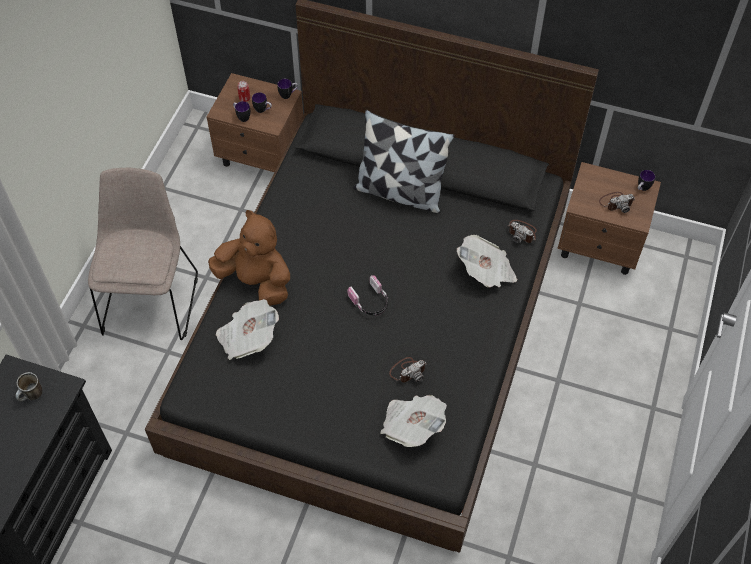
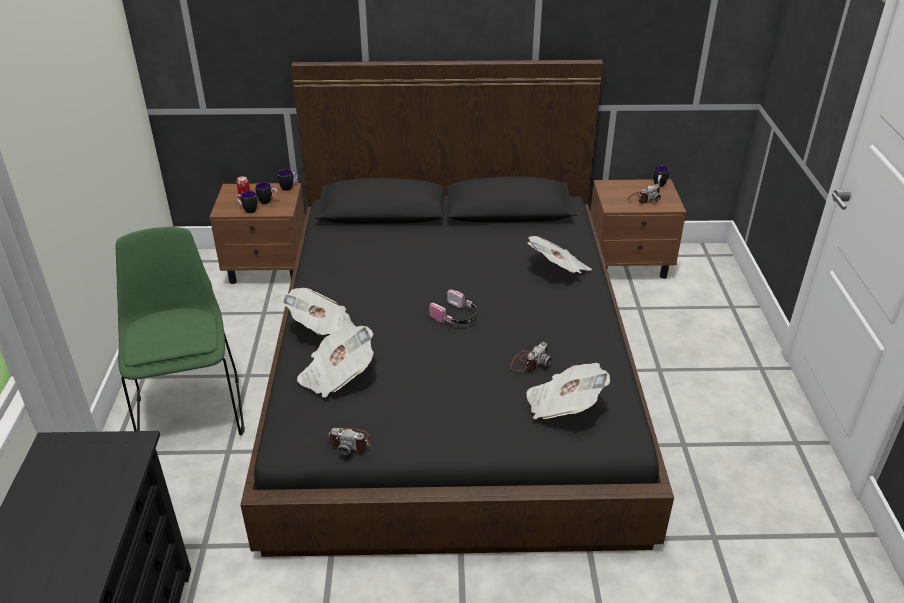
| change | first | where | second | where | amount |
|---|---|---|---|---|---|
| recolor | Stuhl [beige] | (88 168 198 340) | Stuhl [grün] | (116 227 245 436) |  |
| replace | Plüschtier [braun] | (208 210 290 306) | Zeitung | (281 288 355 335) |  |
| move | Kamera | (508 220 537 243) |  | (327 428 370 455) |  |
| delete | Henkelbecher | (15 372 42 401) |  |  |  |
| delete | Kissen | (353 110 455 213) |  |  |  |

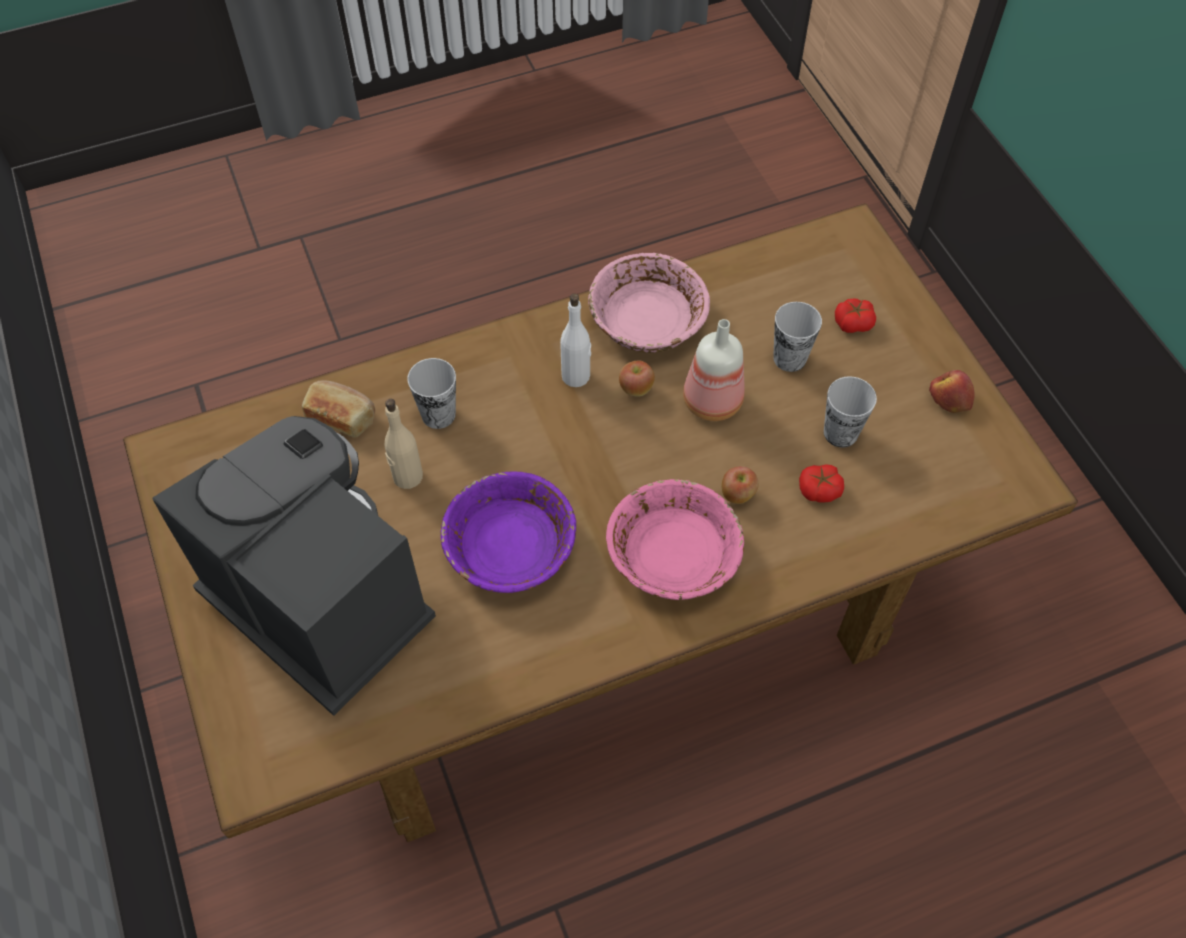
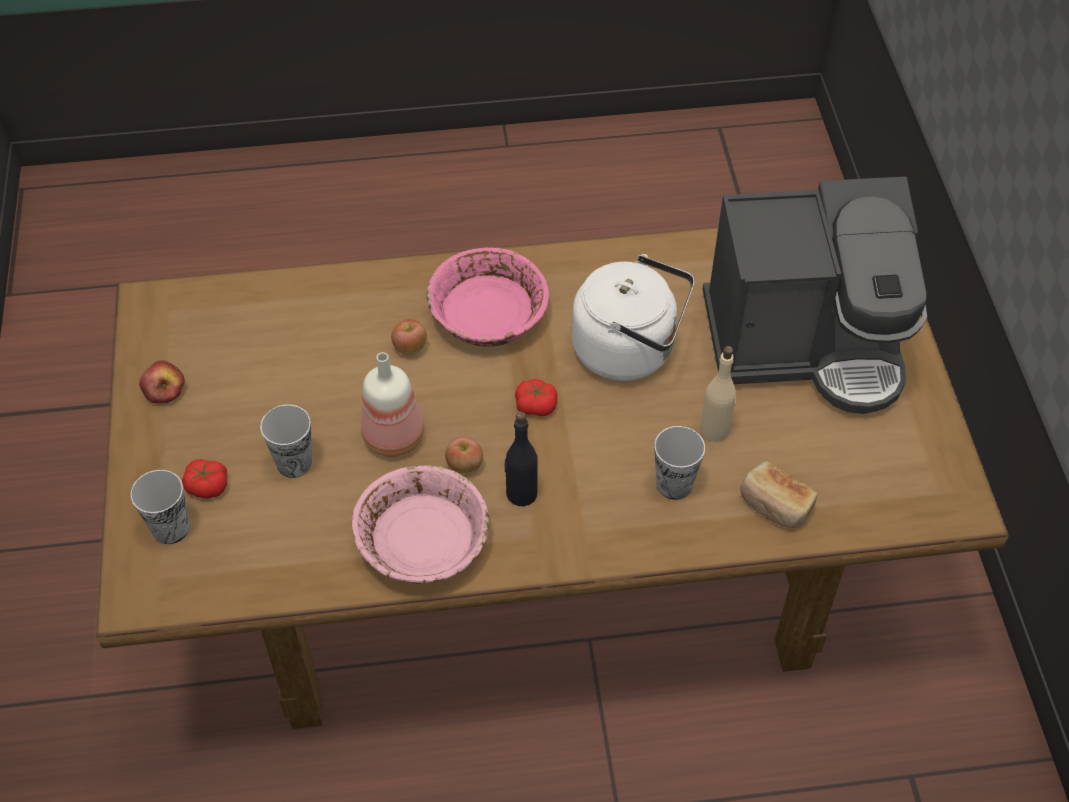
| change | first | where | second | where | amount |
|---|---|---|---|---|---|
| move | Tasse | (824 376 877 448) |  | (130 470 189 544) |  |
| recolor | Flasche [weiß] | (560 293 591 387) | Flasche [schwarz] | (505 412 538 506) |  |
| move | Tomate | (799 464 844 503) |  | (515 379 558 416) |  |
| replace | Schüssel [lila] | (441 471 576 593) | Wasserkessel [weiß] | (572 254 694 381) |  |
| rotate | Kaffeemaschine | (153 416 436 716) |  | (703 176 927 414) | 60 degrees counterclockwise |

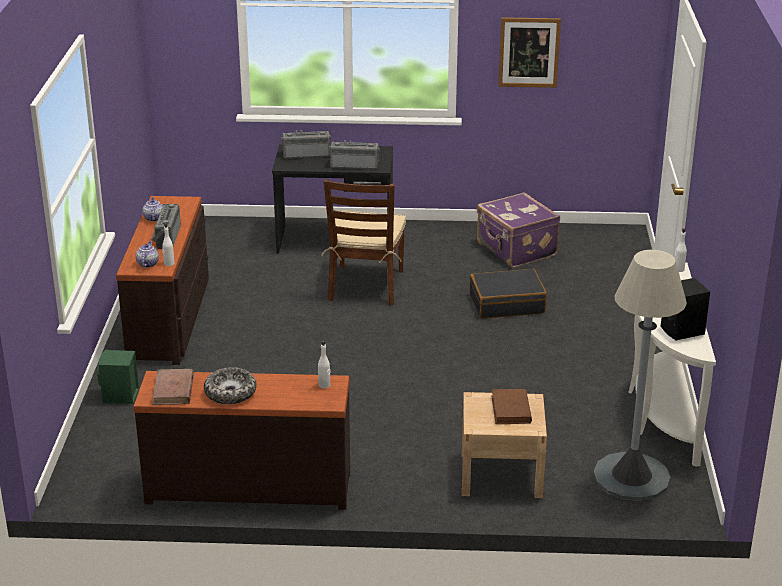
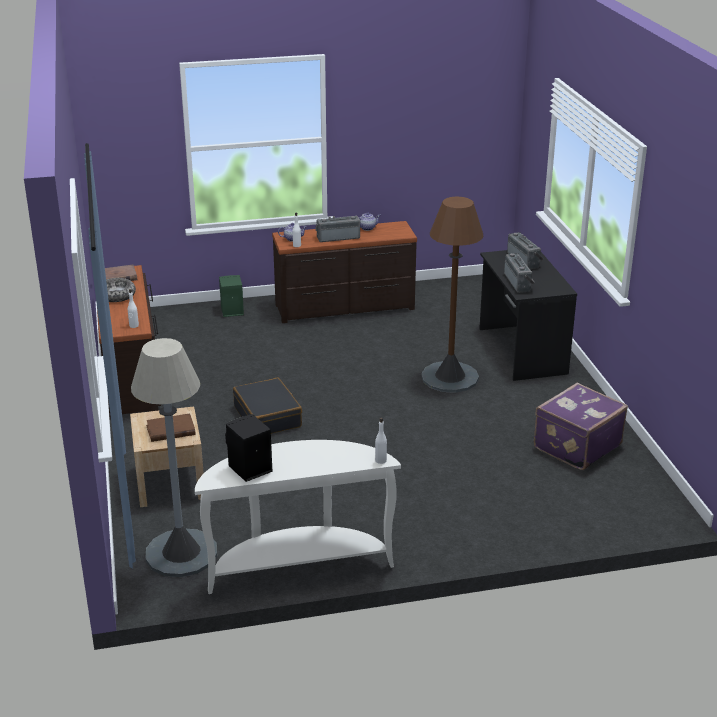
| change | first | where | second | where | amount |
|---|---|---|---|---|---|
| move | Koffer [schwarz] | (470 269 547 319) |  | (233 378 302 434) |  |
| replace | Stuhl [braun] | (321 179 406 305) | Stehlampe [braun] | (421 197 484 393) |  |
| delete | Bild | (498 17 561 88) |  |  |  |

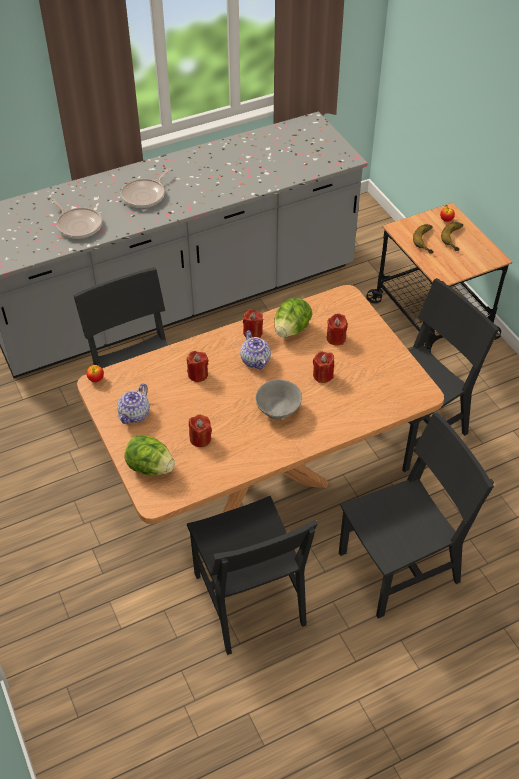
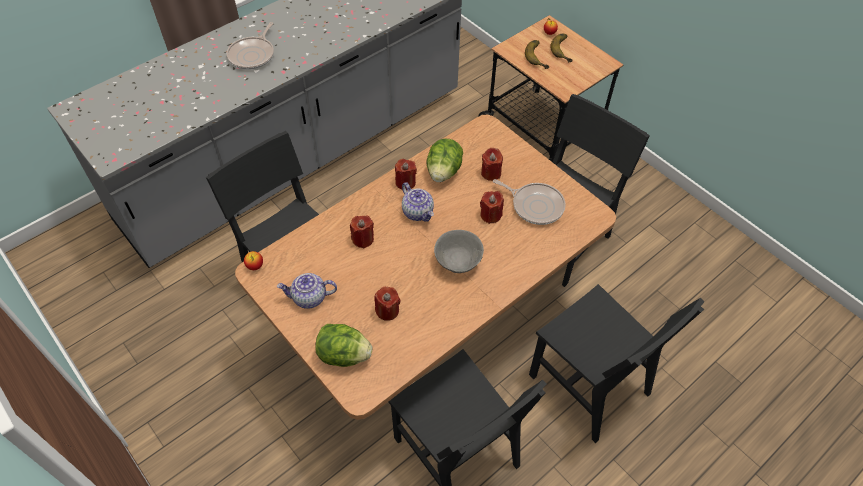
| change | first | where | second | where | amount |
|---|---|---|---|---|---|
| rotate | Teekanne | (117 383 150 424) |  | (277 273 337 309) | 75 degrees clockwise |
| move | Pfanne | (51 199 102 239) |  | (493 179 566 225) |  |
| rotate | Stuhl [schwarz] | (339 412 494 619) |  | (529 284 705 443) | 90 degrees clockwise |

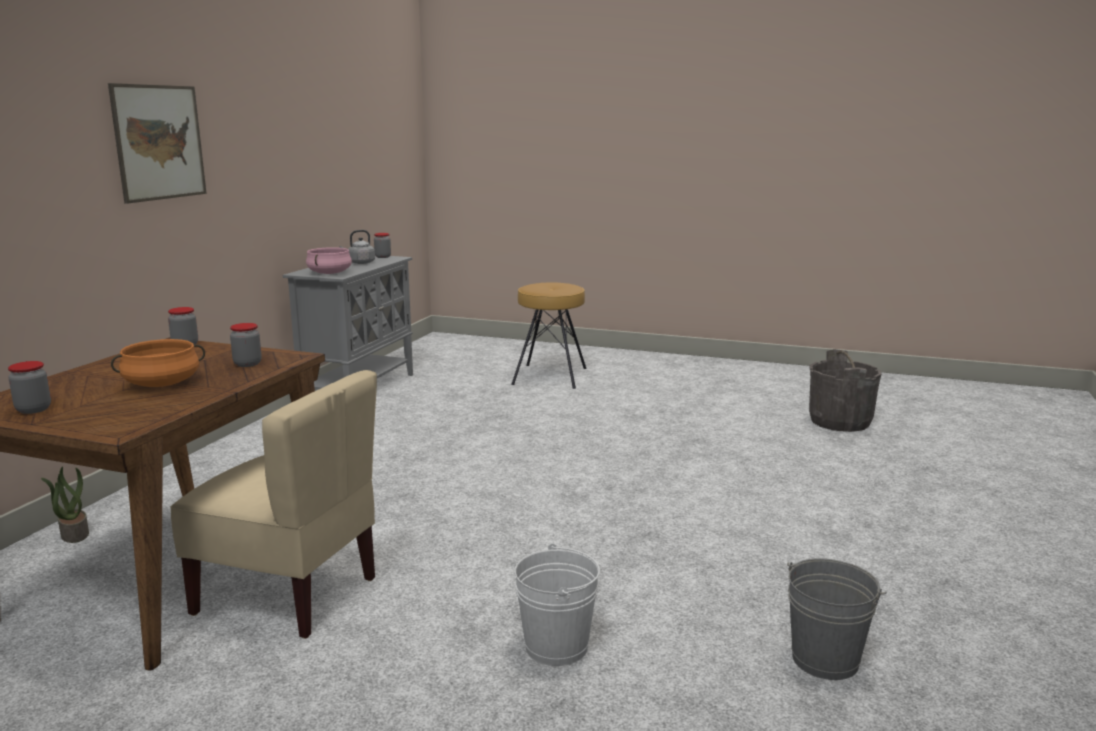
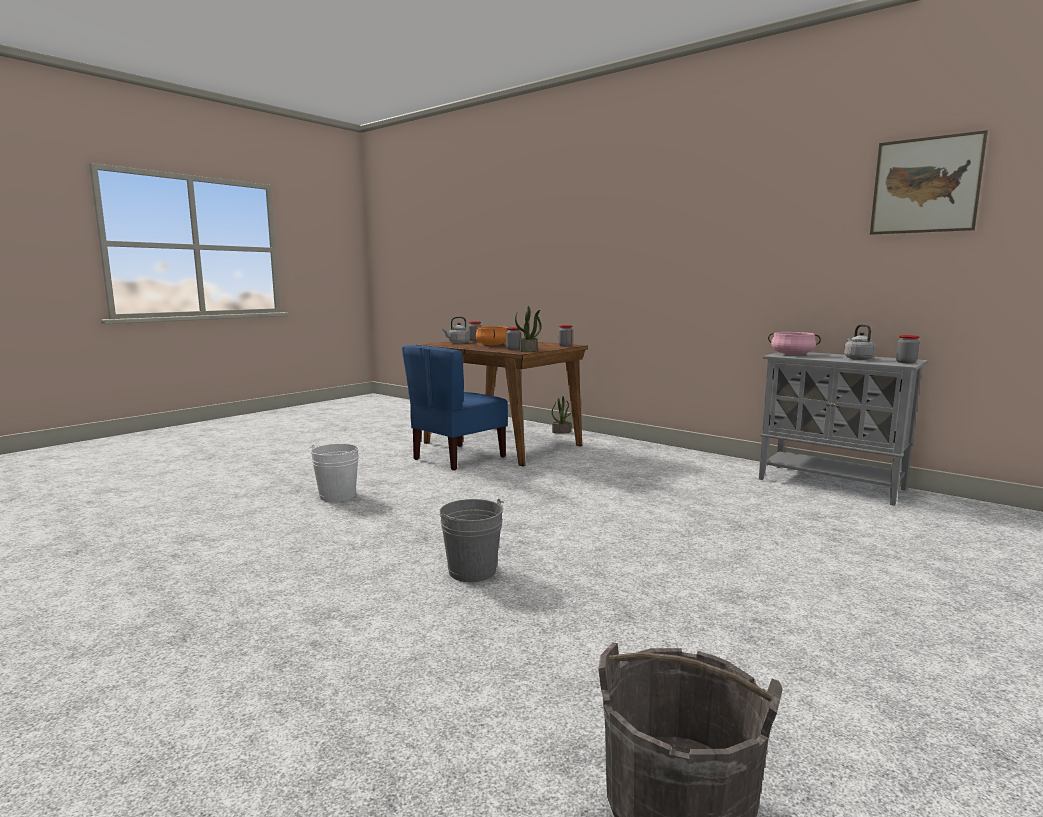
| change | first | where | second | where | amount |
|---|---|---|---|---|---|
| recolor | Stuhl [beige] | (170 370 377 639) | Stuhl [blau] | (402 345 508 471) |  |
| move | Eimer [grau] | (787 558 887 680) |  | (440 499 504 582) |  |
| insert |  |  | Wasserkessel [grau] | (442 316 470 344) |  |
| insert |  |  | Topfpflanze | (515 306 542 352) |  |
| move | Bild | (108 83 207 204) |  | (870 130 988 235) |  |
| delete | Hocker [braun] | (511 282 587 389) |  |  |  |

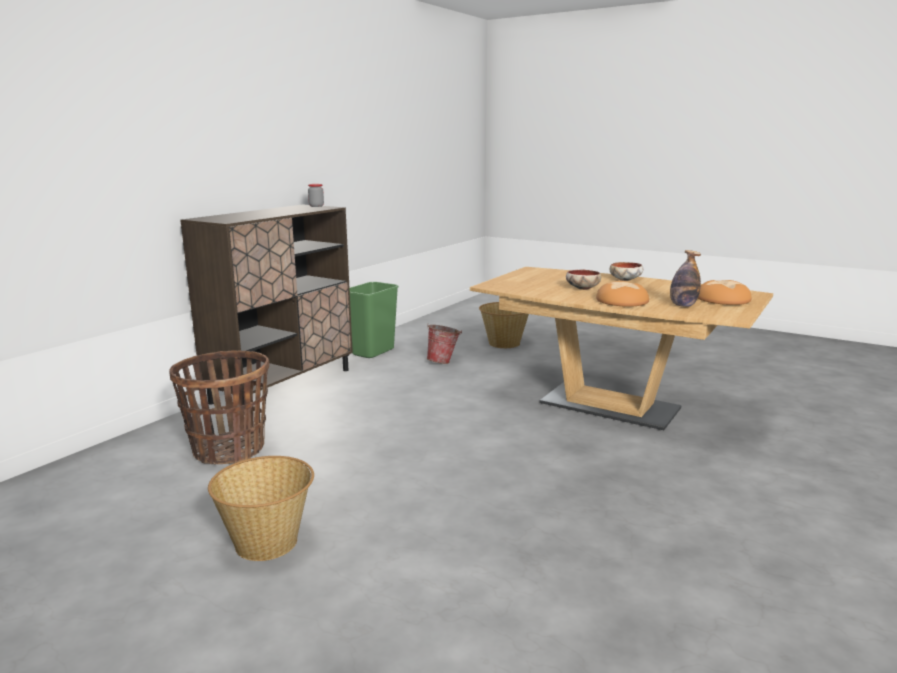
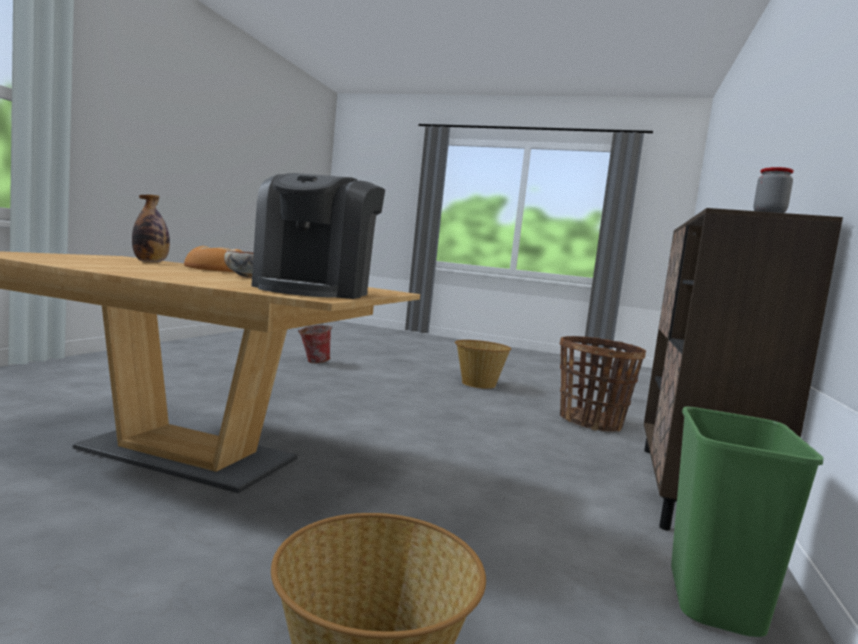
| change | first | where | second | where | amount |
|---|---|---|---|---|---|
| insert |  |  | Kaffeemaschine | (252 173 385 299) |  |
| move | Eimer | (427 324 462 364) |  | (298 325 332 363) |  |
| delete | Schüssel | (610 262 643 281) |  |  |  |
| delete | Brot | (698 280 752 305) |  |  |  |

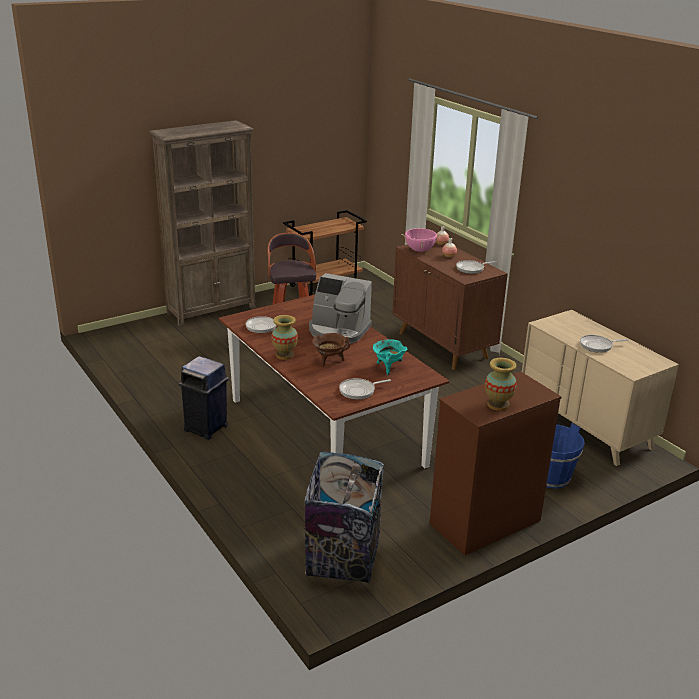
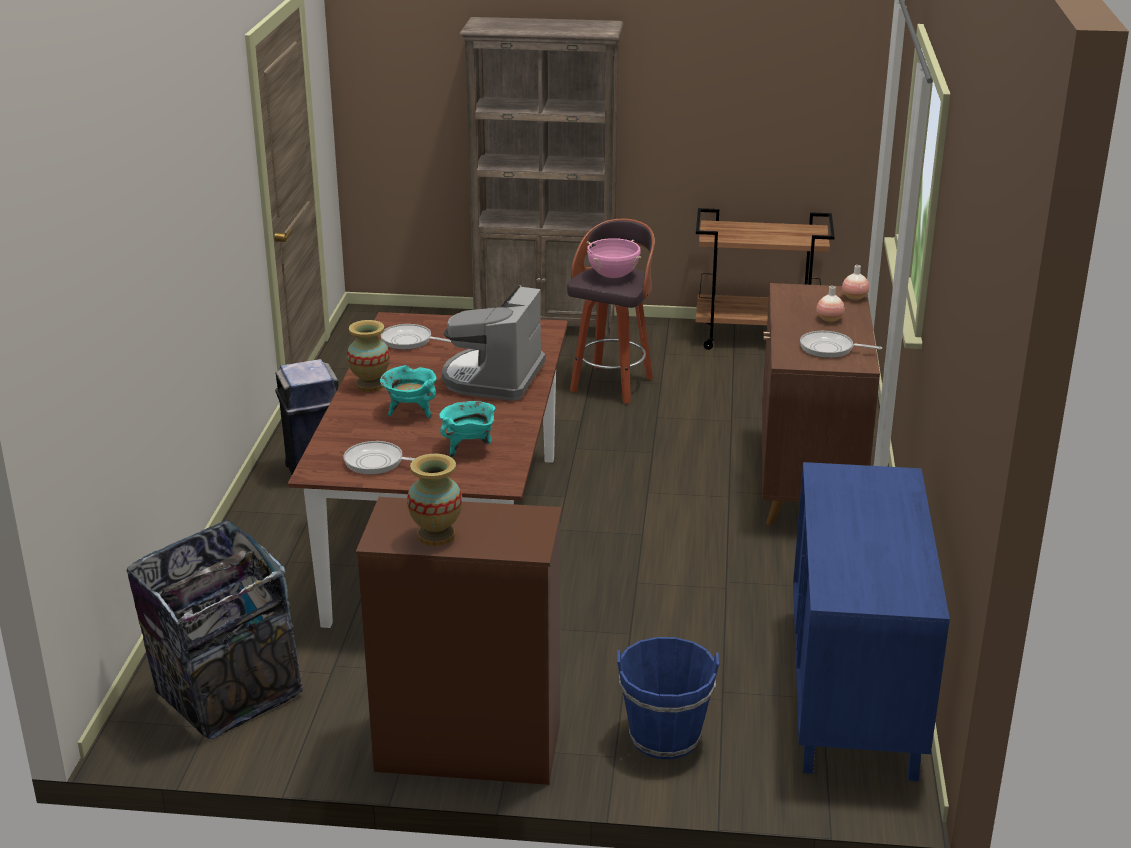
| change | first | where | second | where | amount |
|---|---|---|---|---|---|
| recolor | Kochtopf [braun] | (312 333 350 367) | Kochtopf [türkis] | (380 365 437 418) |  |
| rotate | Kaffeemaschine | (309 273 372 344) |  | (442 285 545 401) | 45 degrees clockwise |
| move | Kochtopf [rosa] | (401 228 441 252) |  | (587 238 641 278) |  |
| recolor | Kommode [beige] | (522 310 679 466) | Kommode [blau] | (793 462 950 781) |  |
| delete | Pfanne | (580 335 628 353) |  |  |  |

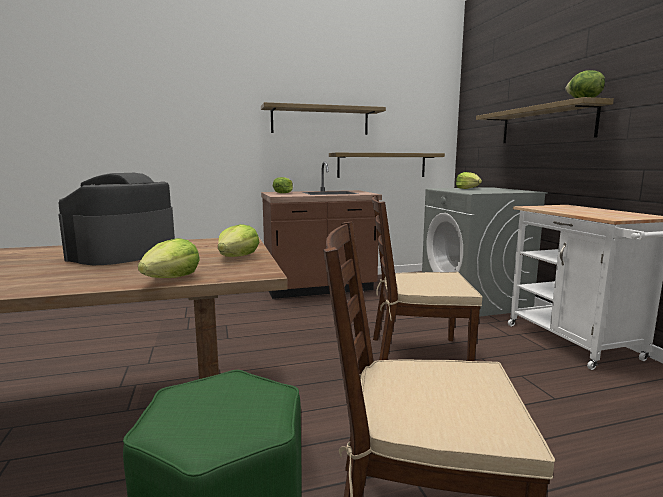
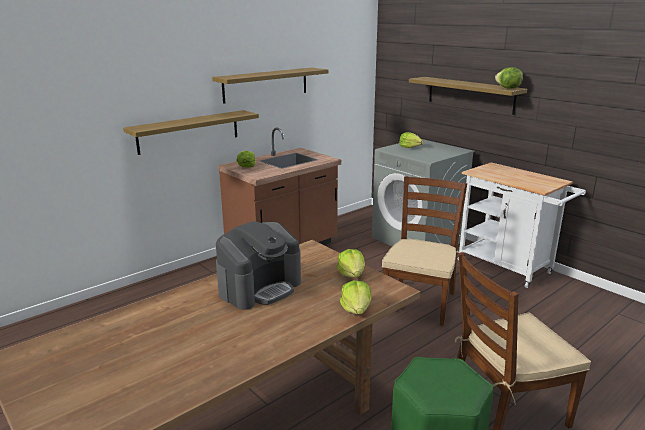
| change | first | where | second | where | amount |
|---|---|---|---|---|---|
| move | Wandregal | (329 153 445 178) |  | (123 110 259 155) |  |
| rotate | Kaffeemaschine | (58 173 175 265) |  | (216 221 301 310) | 135 degrees counterclockwise |
| rotate | Stuhl [braun] | (372 195 483 361) |  | (382 176 467 326) | 135 degrees clockwise |

